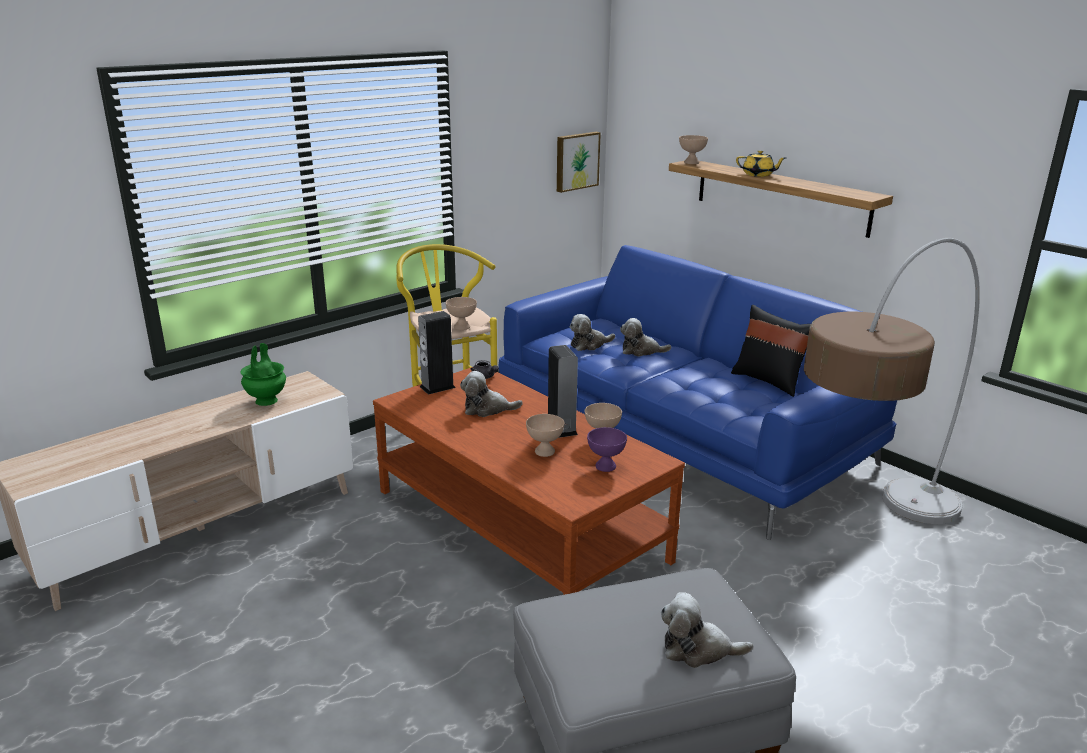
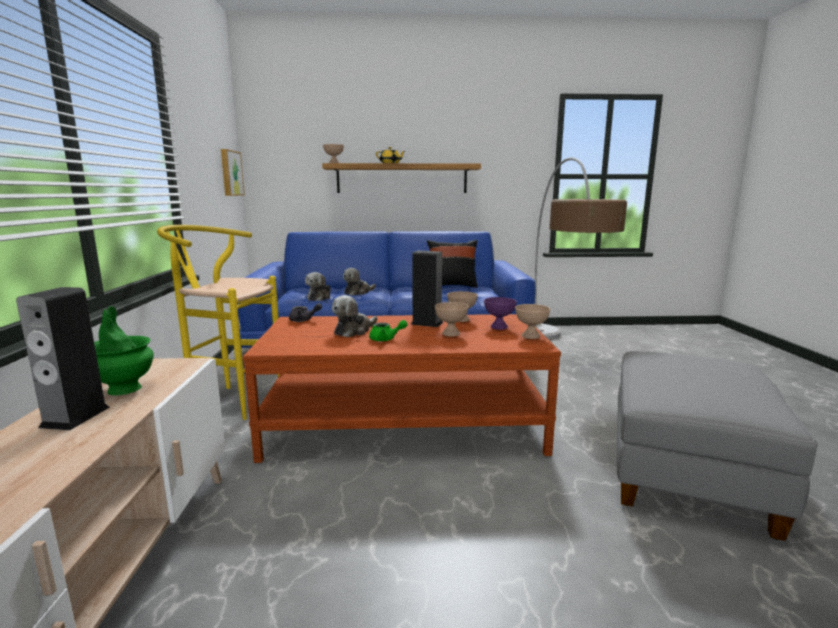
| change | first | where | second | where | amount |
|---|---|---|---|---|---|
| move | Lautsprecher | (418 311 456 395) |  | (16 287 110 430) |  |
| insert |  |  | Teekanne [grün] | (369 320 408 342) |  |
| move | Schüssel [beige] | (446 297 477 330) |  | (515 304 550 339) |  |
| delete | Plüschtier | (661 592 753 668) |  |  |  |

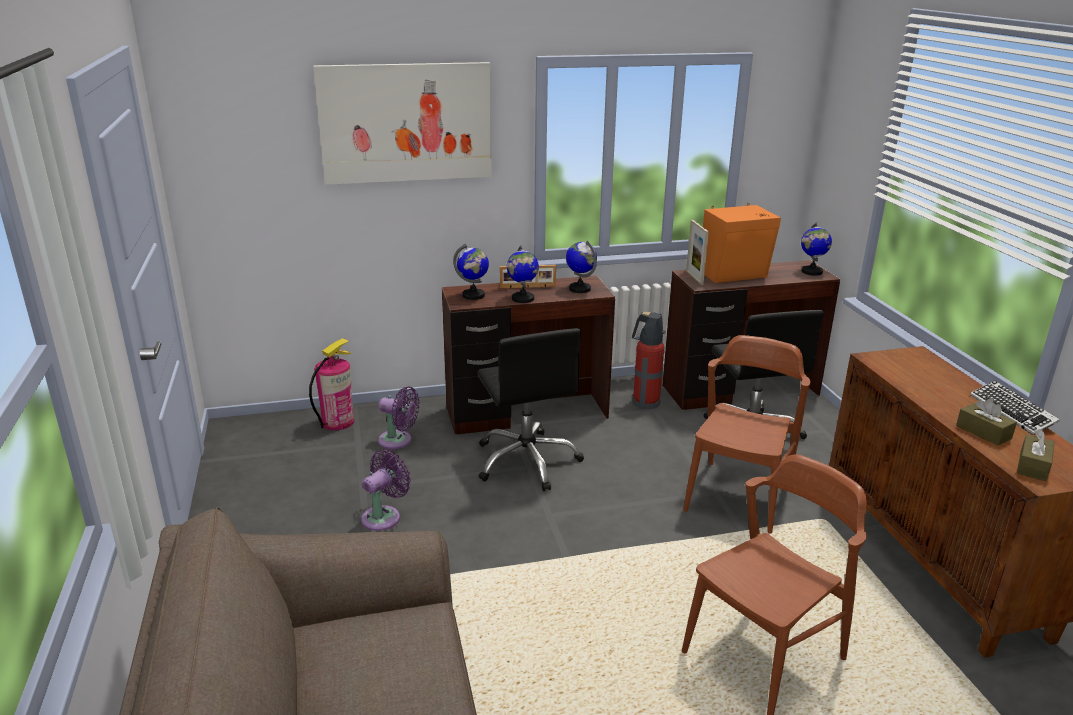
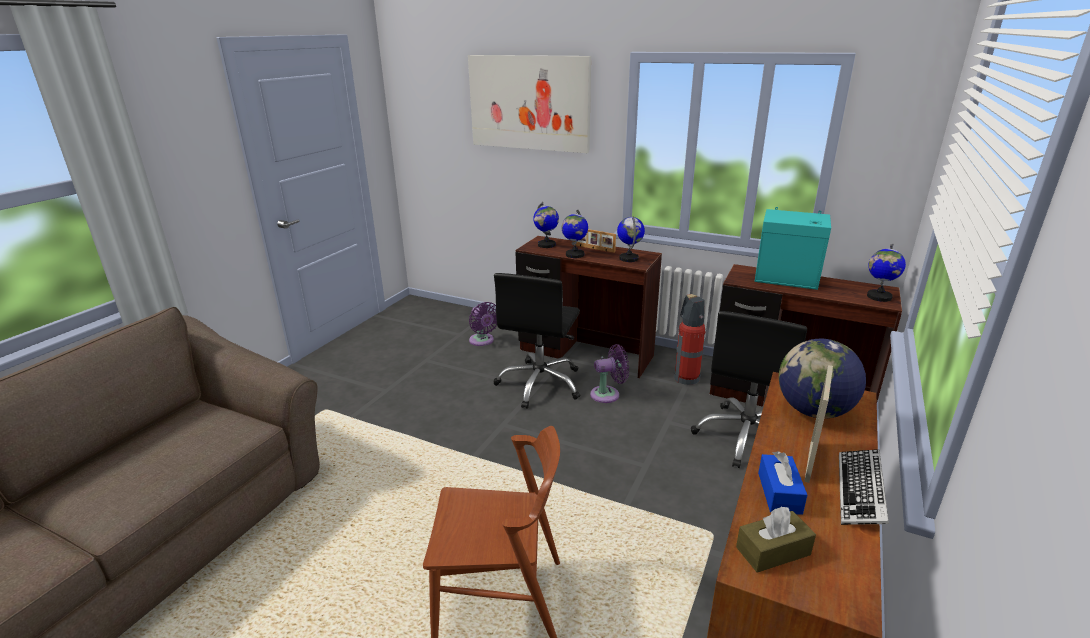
| change | first | where | second | where | amount |
|---|---|---|---|---|---|
| move | Ventilator [lila] | (361 449 411 531) |  | (590 344 629 403) |  |
| recolor | Lautsprecher [orange] | (703 203 781 283) | Lautsprecher [türkis] | (755 207 831 290) |  |
| recolor | Taschentuchbox [braun] | (956 398 1017 446) | Taschentuchbox [blau] | (758 451 807 515) |  |
| insert |  |  | Globus | (779 339 866 419) |  |
| move | Bilderrahmen | (686 220 709 285) |  | (804 365 833 483) |  |
| delete | Feuerlöscher | (309 338 354 430) |  |  |  |
| delete | Stuhl [braun] | (683 335 811 534) |  |  |  |

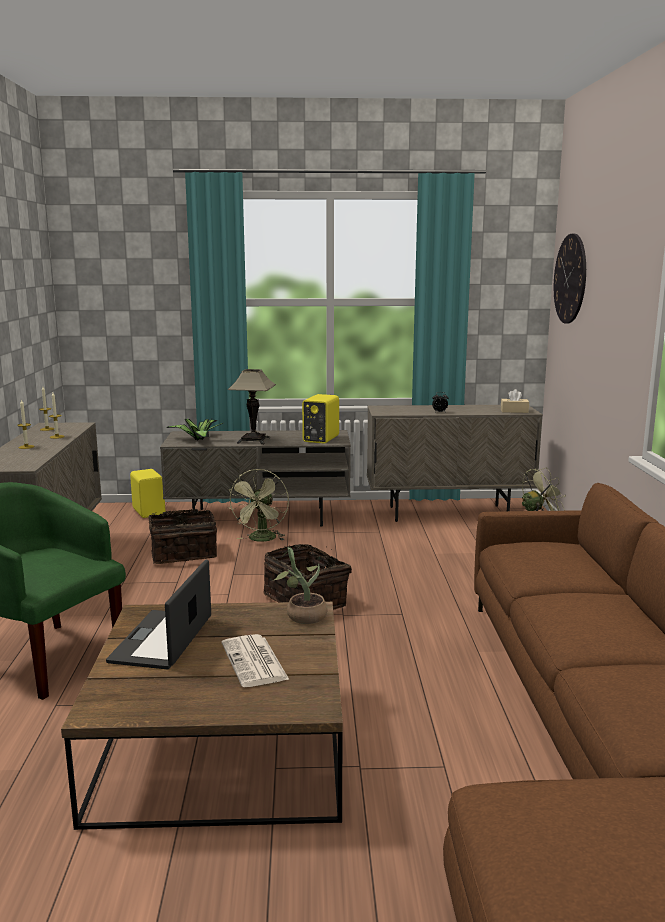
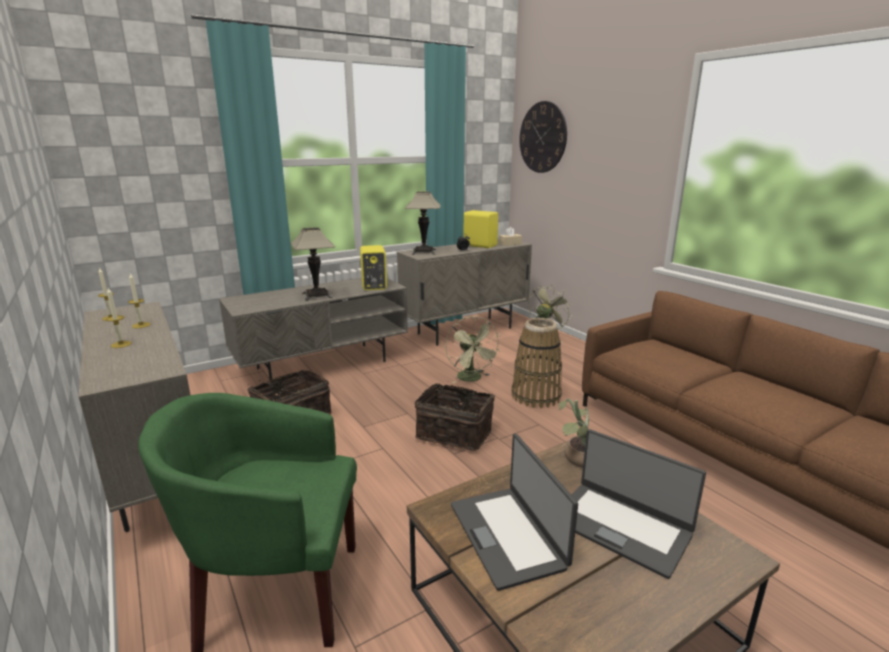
| change | first | where | second | where | amount |
|---|---|---|---|---|---|
| insert |  |  | Tischlampe | (405 192 441 255) |  |
| move | Ventilator [grün] | (228 469 289 542) |  | (445 316 501 383) |  |
| move | Lautsprecher [gelb] | (130 469 165 518) |  | (463 210 498 248) |  |
| insert |  |  | Korb | (512 318 562 408) |  |
| replace | Zeitung | (221 634 289 687) | Laptop | (572 429 706 579) |  |
| delete | Topfpflanze | (167 418 223 440) |  |  |  |

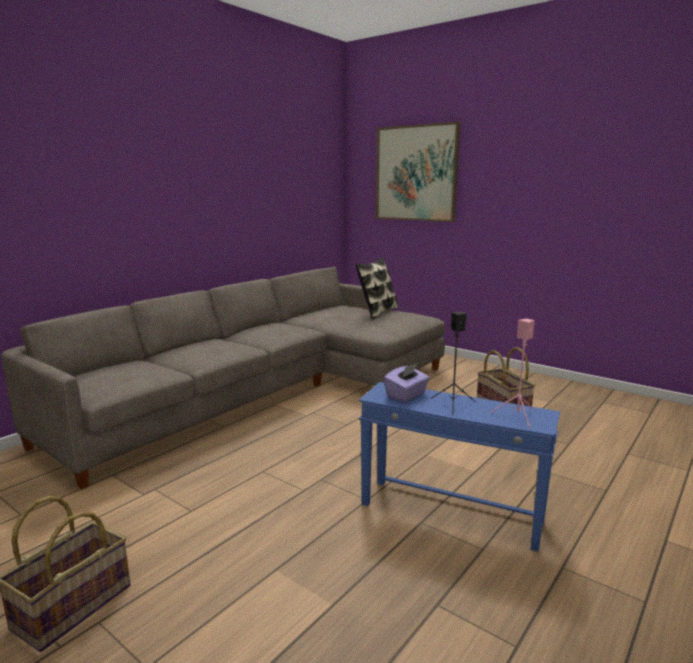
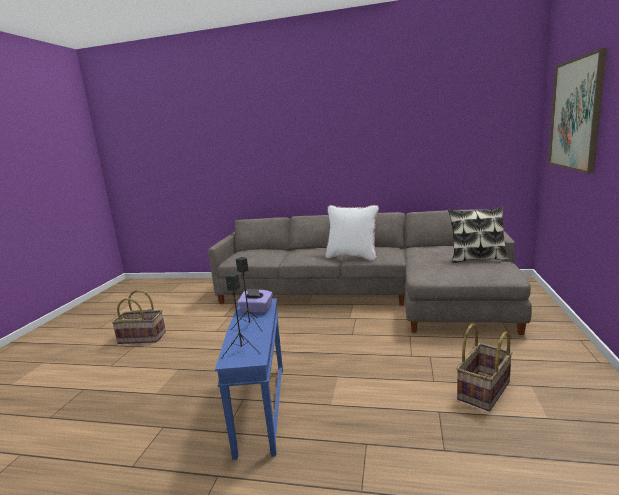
| change | first | where | second | where | amount |
|---|---|---|---|---|---|
| recolor | Lautsprecher [rosa] | (489 318 535 429) | Lautsprecher [schwarz] | (221 273 261 359) |  |
| insert |  |  | Kissen [weiß] | (325 205 379 261) |  |

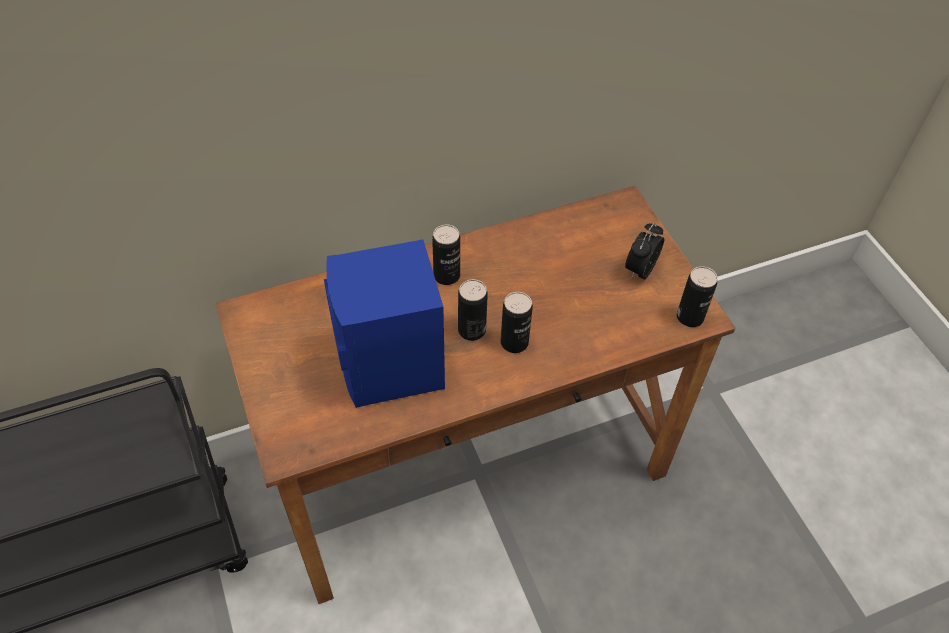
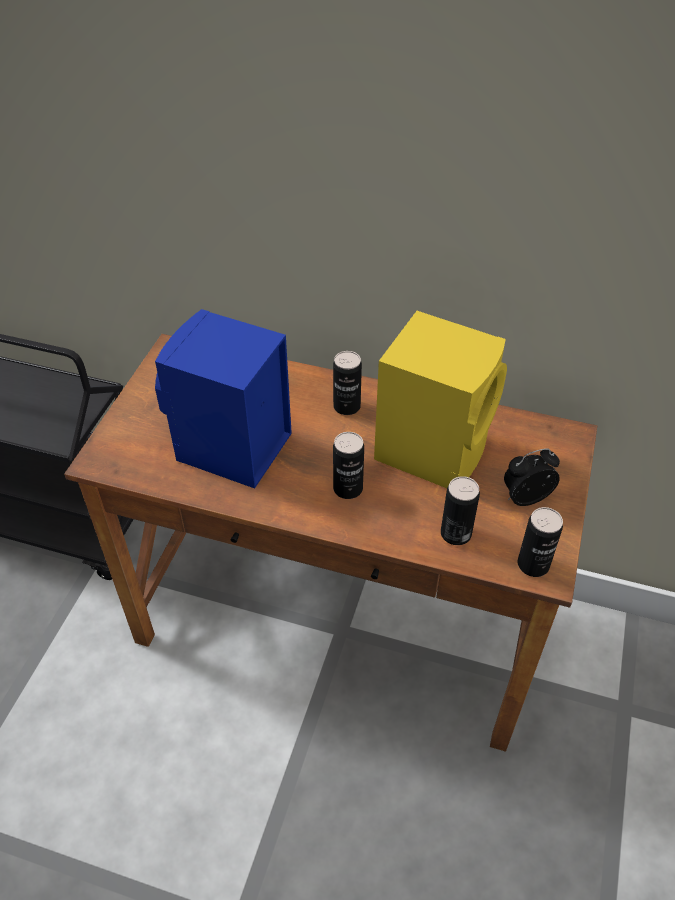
| change | first | where | second | where | amount |
|---|---|---|---|---|---|
| insert |  |  | Lautsprecher [gelb] | (374 311 507 488) |  |
| move | Dose | (458 279 488 341) |  | (441 476 480 545) |  |

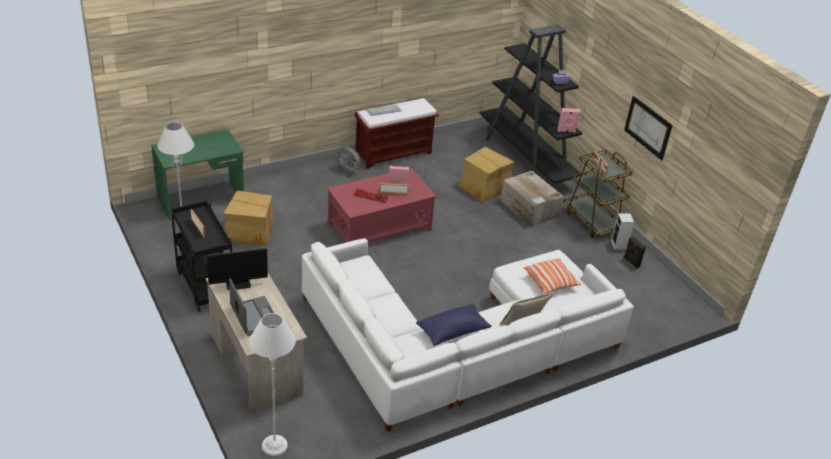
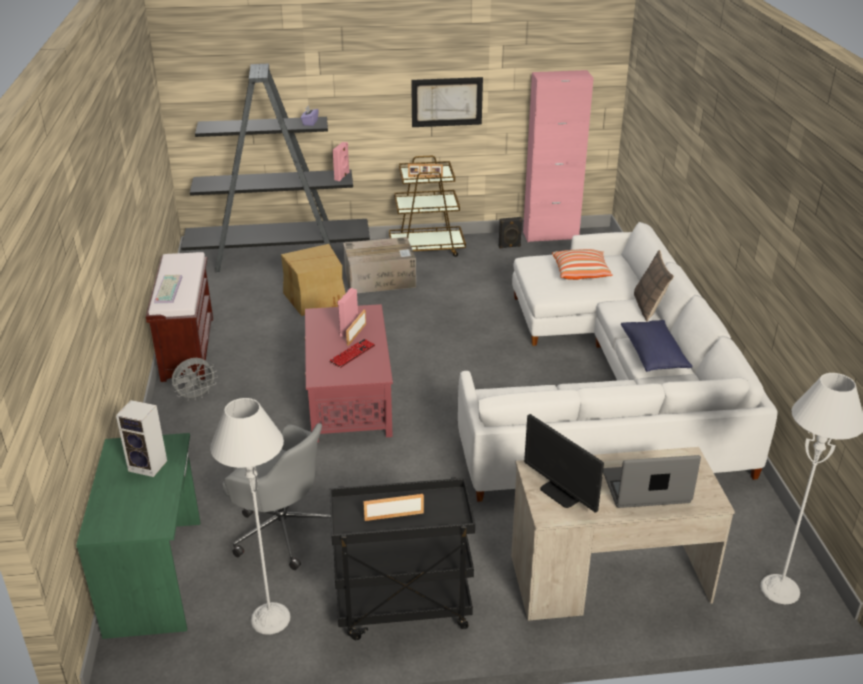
| change | first | where | second | where | amount |
|---|---|---|---|---|---|
| move | Lautsprecher | (611 213 634 250) |  | (116 400 167 477) |  |
| replace | Karton | (223 190 274 245) | Bürostuhl [grau] | (222 423 331 570) |  |
| insert |  |  | Schrank [rosa] | (523 70 594 242) |  |
| rotate | Monitor | (206 248 268 290) |  | (524 414 604 513) | 135 degrees clockwise |

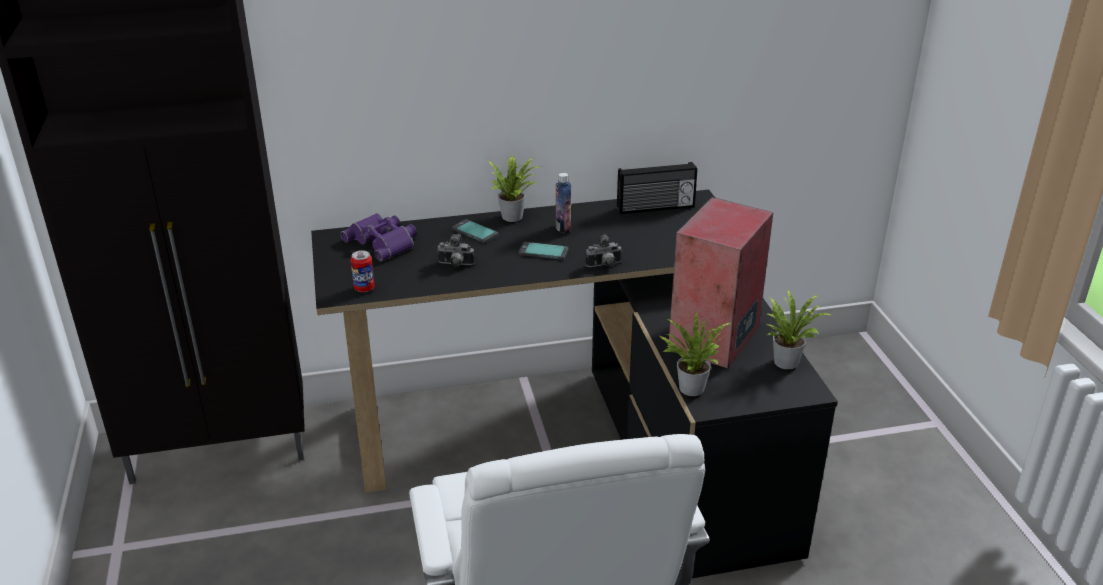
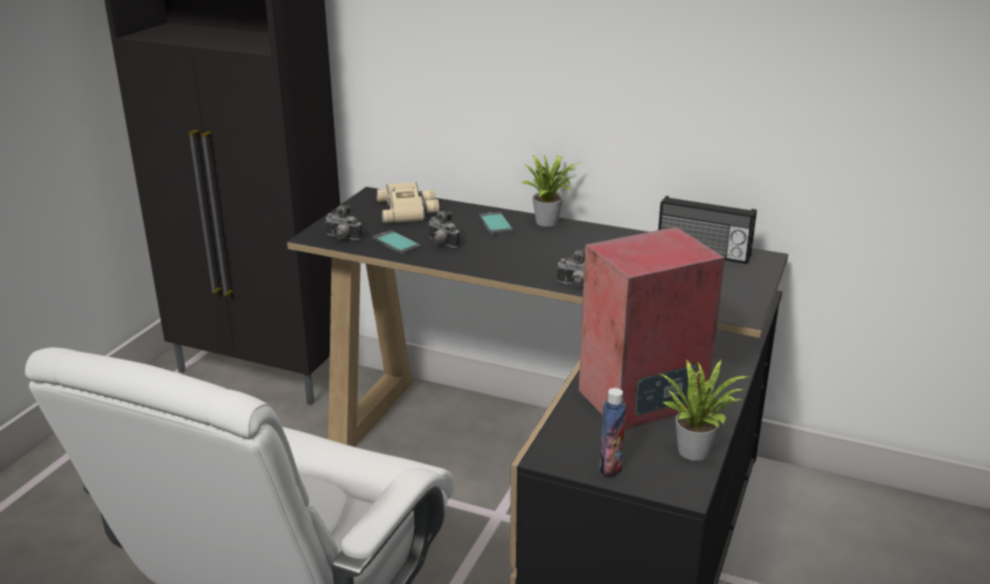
| change | first | where | second | where | amount |
|---|---|---|---|---|---|
| replace | Dose | (350 250 375 292) | Kamera | (325 205 362 240) |  |
| move | Handy | (519 242 568 260) |  | (373 230 421 255) |  |
| recolor | Fernglas [lila] | (341 213 417 262) | Fernglas [beige] | (377 182 439 223) |  |
| move | Flasche | (556 173 571 234) |  | (600 388 626 478) |  |
| delete | Topfpflanze | (658 311 732 396) |  |  |  |

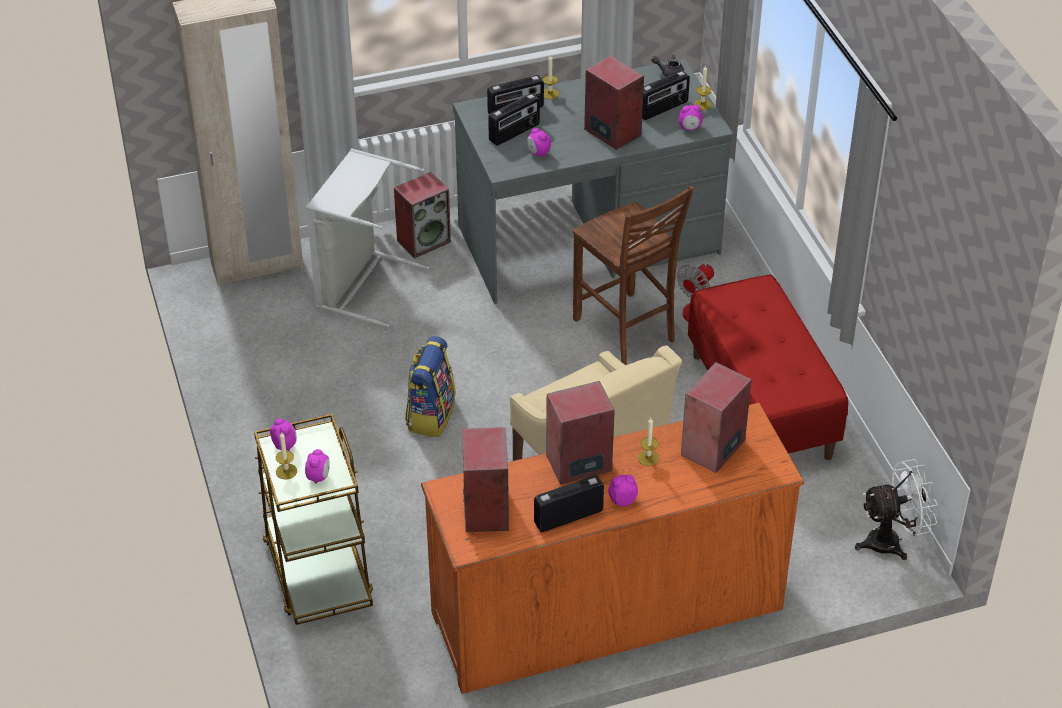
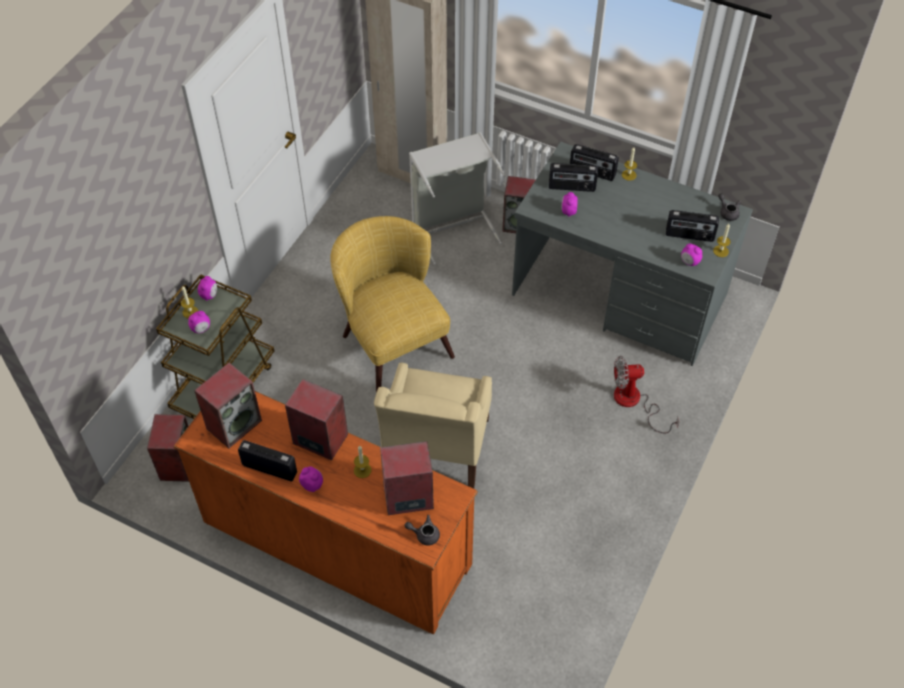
| change | first | where | second | where | amount |
|---|---|---|---|---|---|
| move | Lautsprecher | (584 56 644 150) |  | (147 414 189 482) |  |
| replace | Rucksack | (405 336 456 437) | Sessel [gelb] | (330 216 455 392) |  |
| insert |  |  | Teekanne [grau] | (404 515 440 546) |  |
| delete | Stuhl [braun] | (573 186 694 365) |  |  |  |
| delete | Bank [rot] | (688 274 848 460) |  |  |  |
| delete | Ventilator [weiß] | (855 459 938 560) |  |  |  |

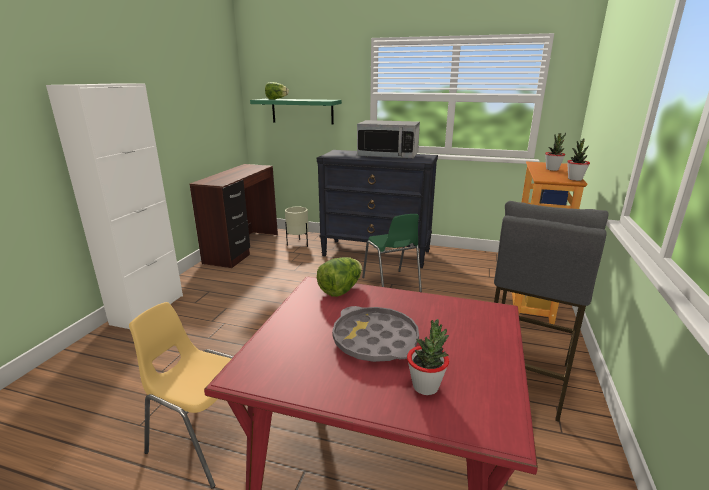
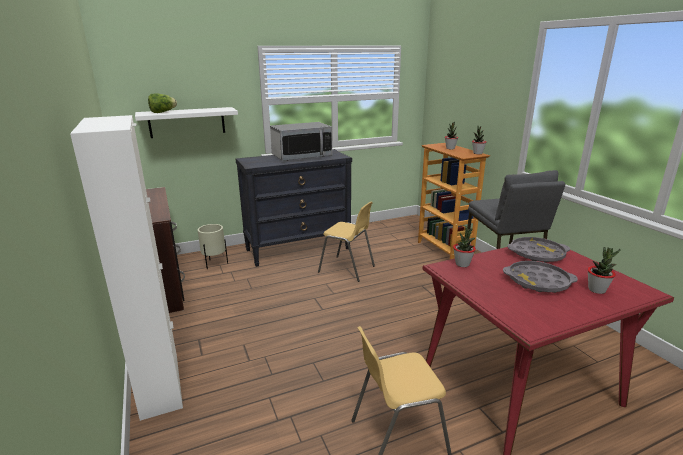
| change | first | where | second | where | amount |
|---|---|---|---|---|---|
| recolor | Wandregal [grün] | (250 99 342 124) | Wandregal [weiß] | (135 107 238 138) |  |
| recolor | Stuhl [grün] | (362 214 422 292) | Stuhl [gelb] | (318 201 375 282) |  |
| replace | Salatkopf | (317 257 362 297) | Topfpflanze | (453 226 476 267) |  |
| insert |  |  | Tablett [grau] | (507 237 570 263) |  |

